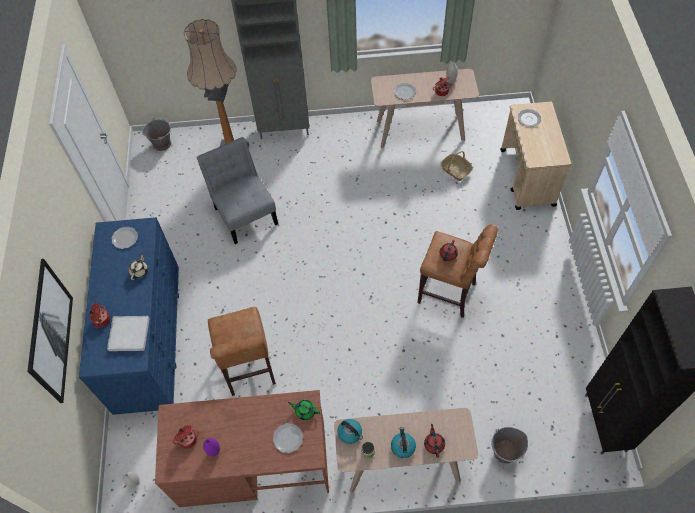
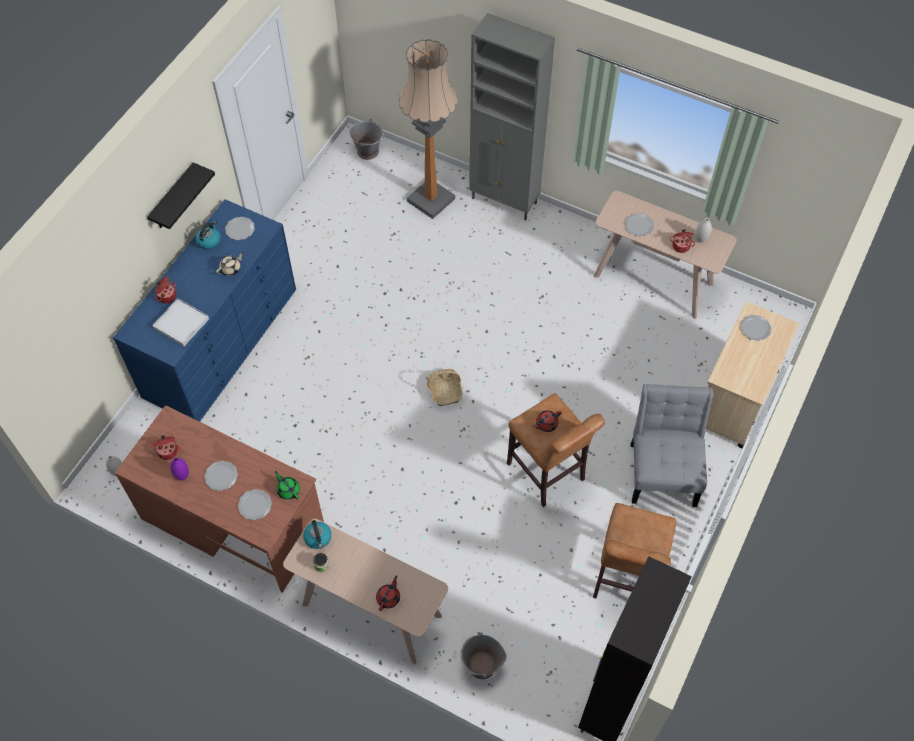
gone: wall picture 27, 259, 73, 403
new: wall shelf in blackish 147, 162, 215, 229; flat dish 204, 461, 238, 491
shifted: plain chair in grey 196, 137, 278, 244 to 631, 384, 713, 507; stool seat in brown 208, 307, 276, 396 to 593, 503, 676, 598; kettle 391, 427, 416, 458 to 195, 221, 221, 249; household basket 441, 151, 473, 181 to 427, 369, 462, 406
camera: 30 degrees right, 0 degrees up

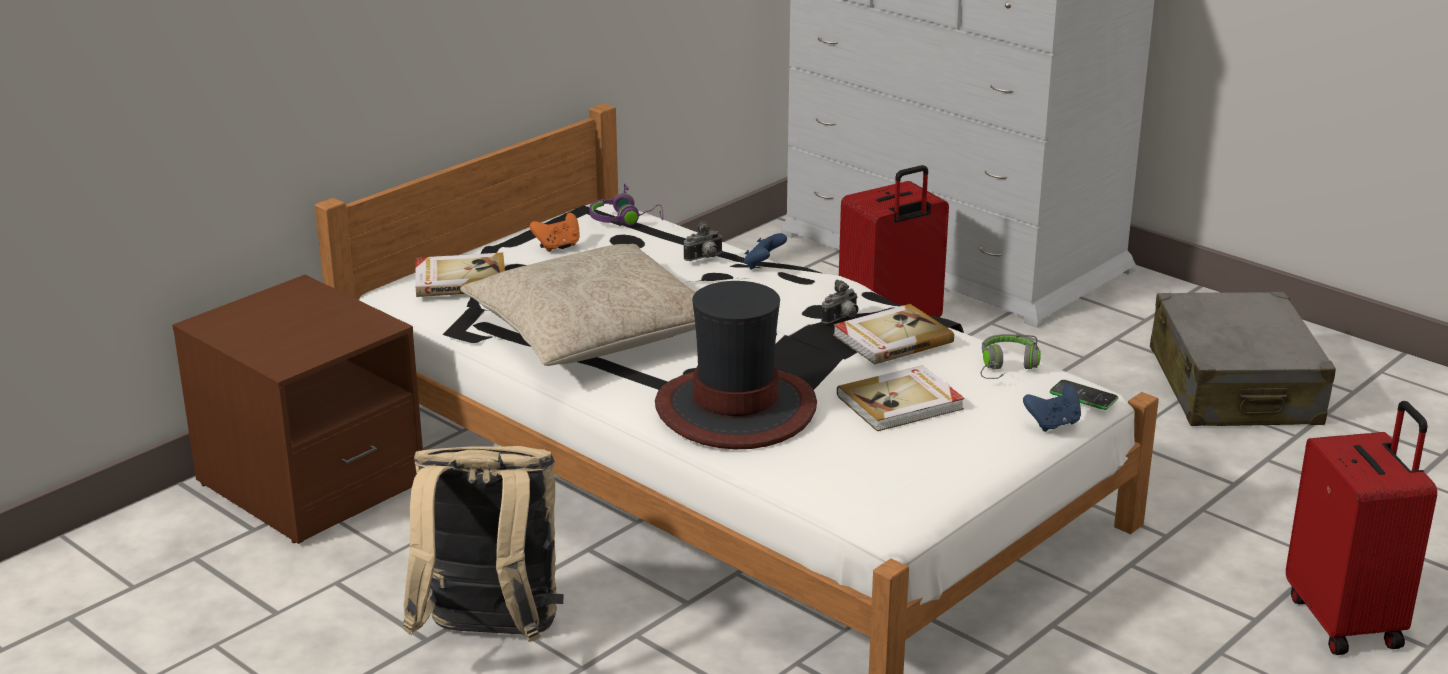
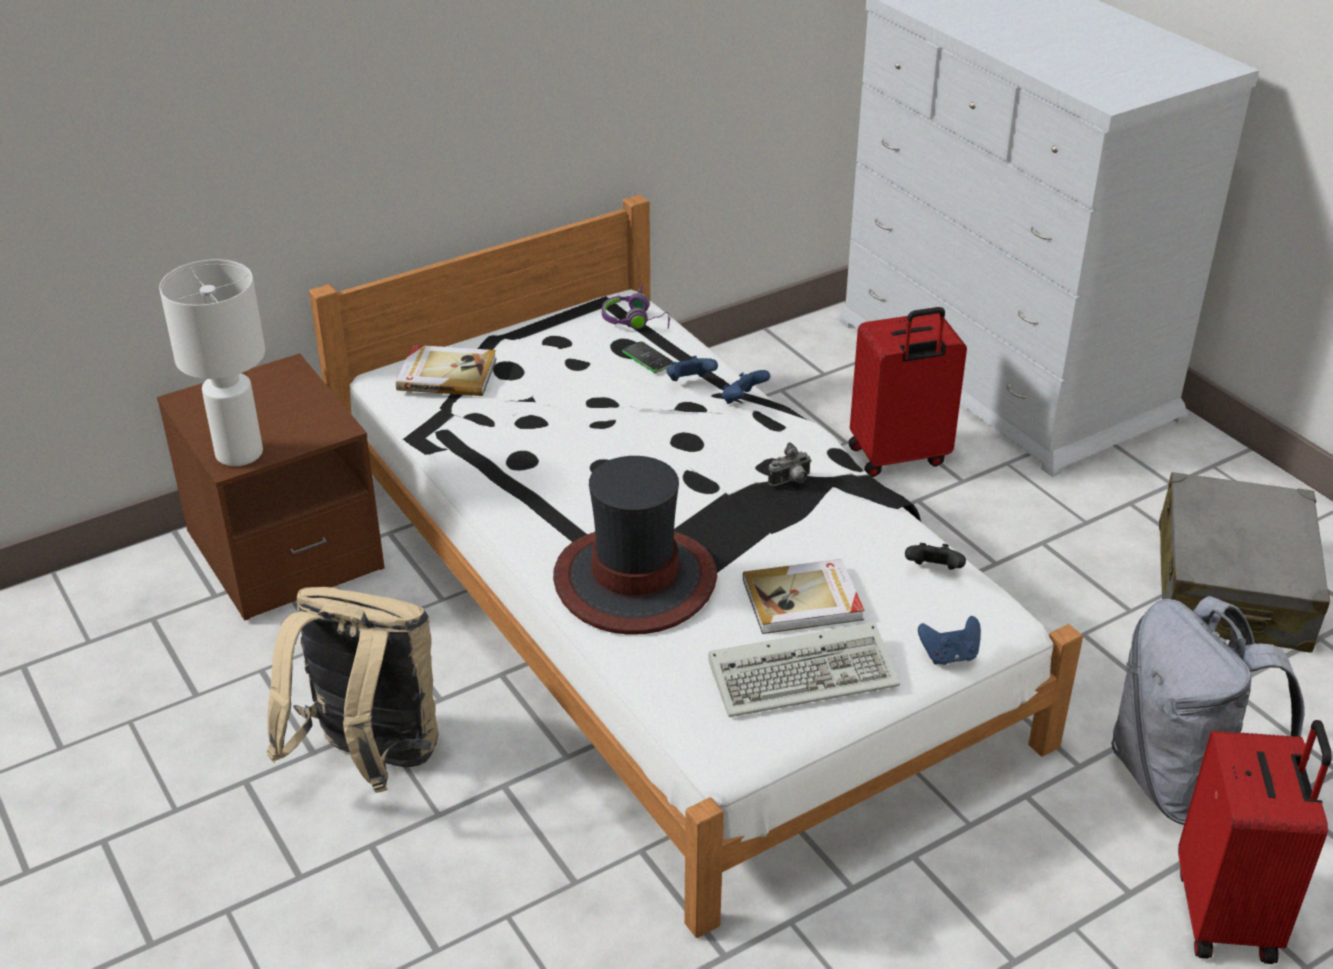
gone: pillow in beige 460, 244, 696, 366; joypad in orange-coloured 530, 213, 580, 252; bound book 833, 304, 954, 365
new: table lamp in whitish 159, 259, 265, 466; keyboard 708, 622, 900, 717; backpack in grey 1111, 596, 1305, 825
shifted: telephone 1050, 380, 1118, 410 to 622, 342, 674, 373
swapped: photo camera 684, 221, 723, 261 to joypad in blue 667, 356, 718, 381; pair of headphones in grey 981, 334, 1041, 379 to joypad in blackish 905, 543, 966, 570
camera: 15 degrees right, 10 degrees up

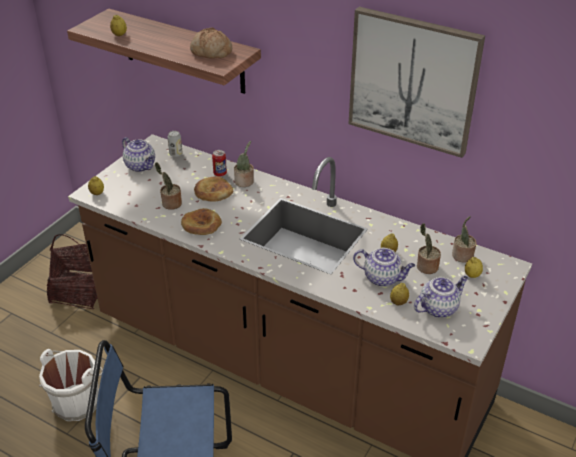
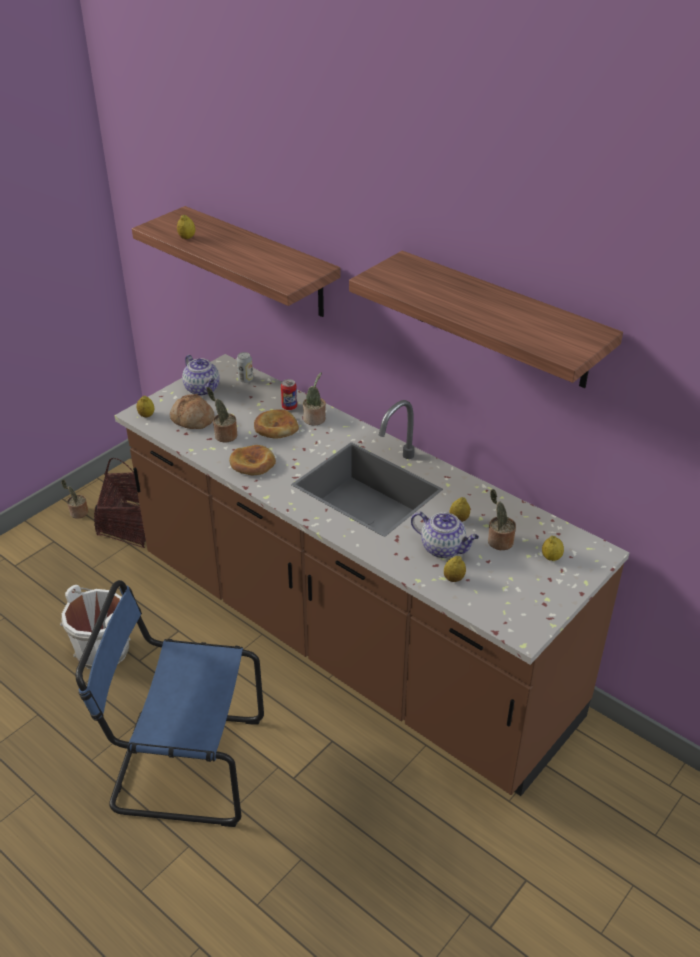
gone: tea pot 414, 276, 468, 318
shifted: bakery bread 190, 27, 232, 59 to 170, 394, 215, 429; potted plant 452, 216, 477, 263 to 62, 479, 88, 519
swapped: wall picture 348, 7, 485, 158 to wall shelf 349, 251, 623, 388
camera: 10 degrees right, 0 degrees up

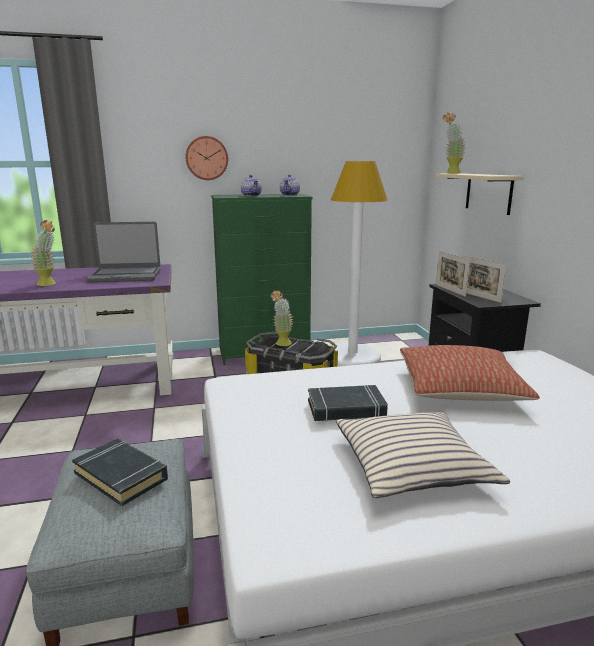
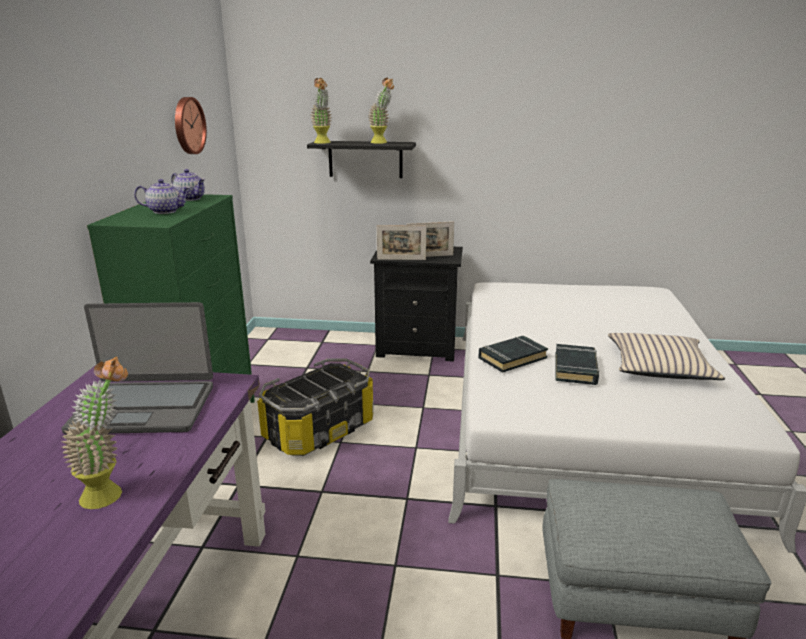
gone: floor lamp in whitish 331, 161, 388, 366; pillow 400, 345, 540, 401
shifted: bound book in blackish 72, 439, 168, 506 to 478, 336, 548, 373; hanging clock 185, 136, 228, 180 to 175, 97, 207, 154; potted plant 270, 290, 293, 346 to 368, 78, 394, 144
repainted: wall shelf in beige 436, 174, 524, 215 to wall shelf in blackish 307, 141, 416, 178
rotated: portable computer 87, 222, 160, 282 = 61, 302, 213, 434 75 degrees clockwise
camera: 70 degrees left, 5 degrees up

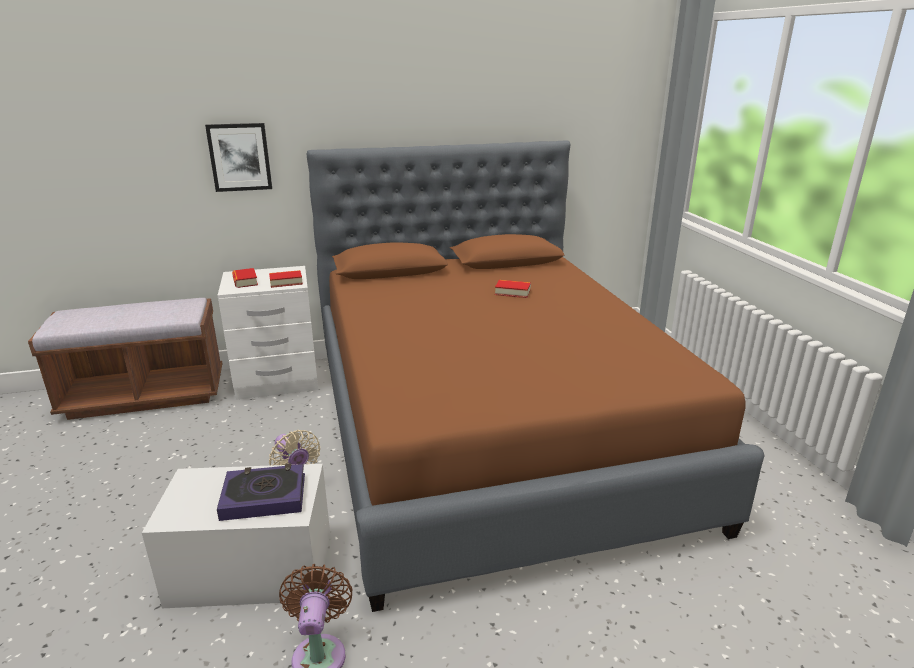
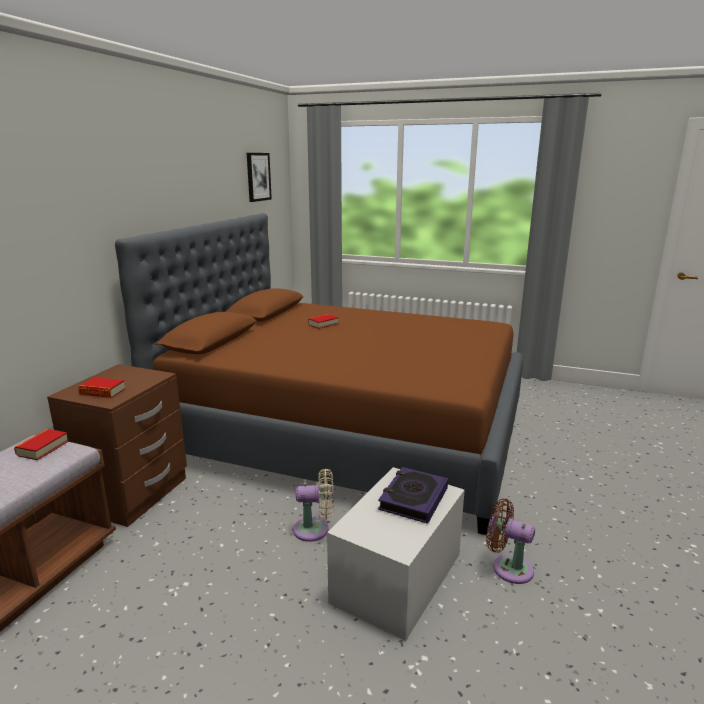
shifted: wall picture 205, 123, 272, 192 to 247, 153, 272, 202; bound book 269, 270, 303, 288 to 14, 429, 69, 460
repainted: nightstand in whitish 218, 266, 318, 400 to nightstand in brown 47, 364, 187, 527
camera: 55 degrees left, 5 degrees down

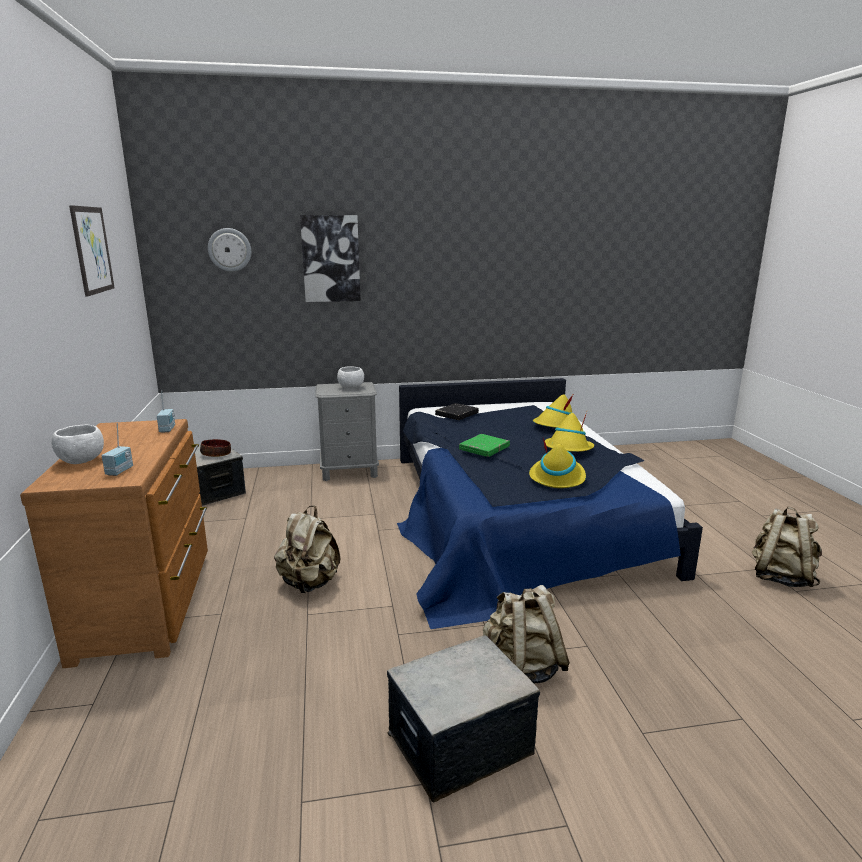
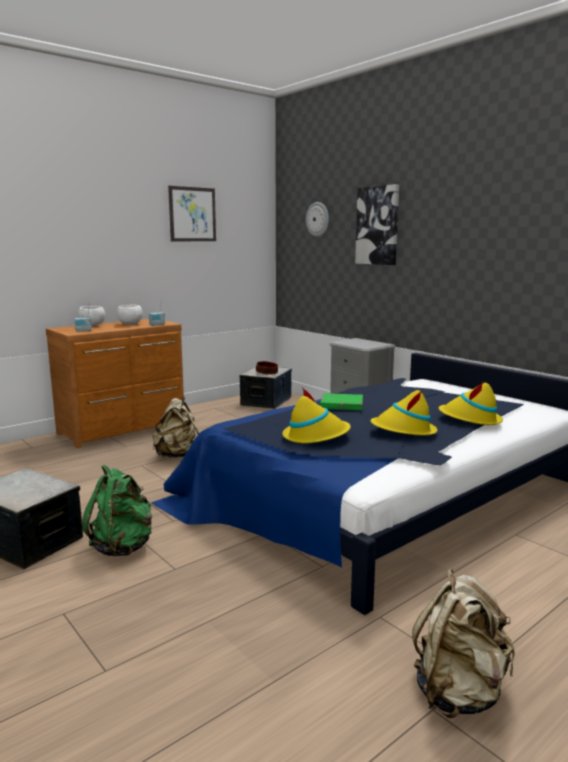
gone: bound book in blackish 435, 403, 479, 420
shifted: bowl in whitish 337, 366, 364, 389 to 117, 305, 143, 325
repainted: backpack in beige 483, 585, 570, 684 to backpack in green-coloured 82, 465, 152, 556
camera: 60 degrees right, 5 degrees down

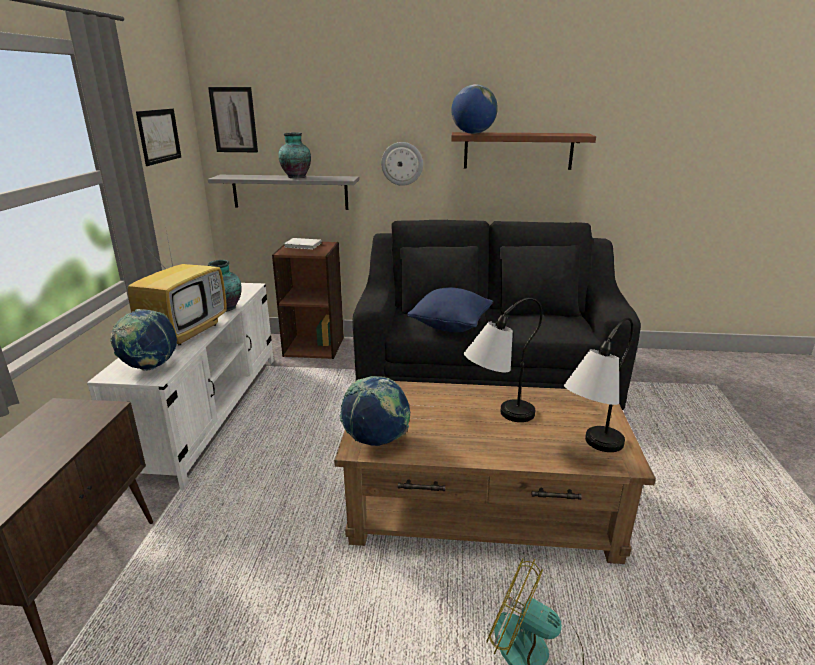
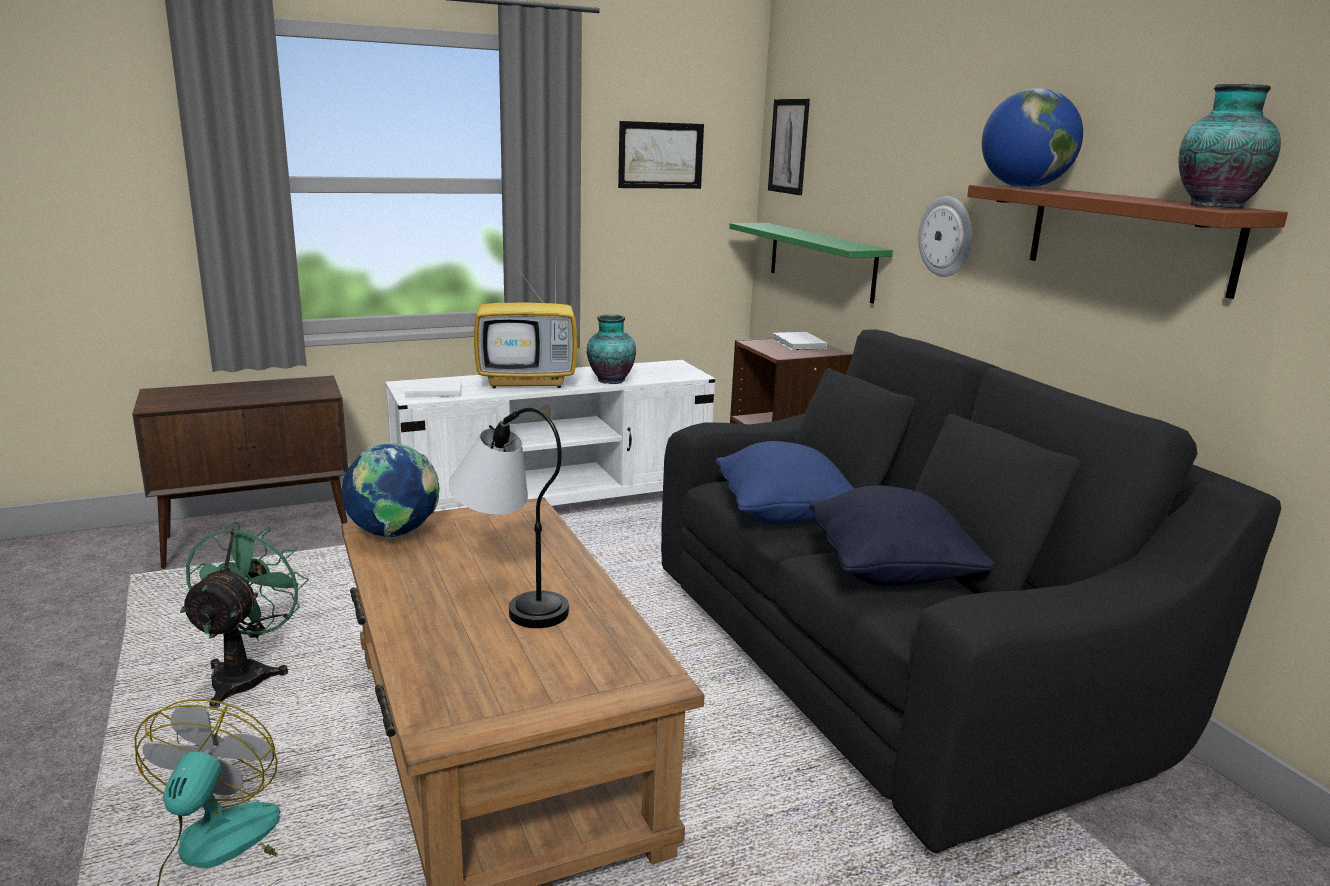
gone: table lamp 564, 318, 633, 452
new: fan in green-coloured 180, 521, 309, 708; pillow in blackish 809, 485, 995, 586
shifted: decorative vase 278, 132, 311, 178 to 1179, 84, 1281, 209
swapped: globe 110, 309, 177, 371 to bound book in whitish 405, 379, 461, 398
repainted: wall shelf in grey 208, 175, 359, 210 to wall shelf in green-coloured 729, 223, 893, 304
camera: 60 degrees right, 5 degrees down

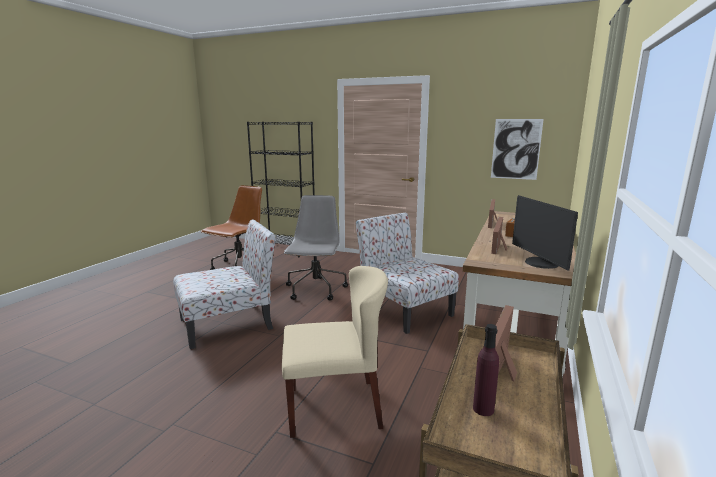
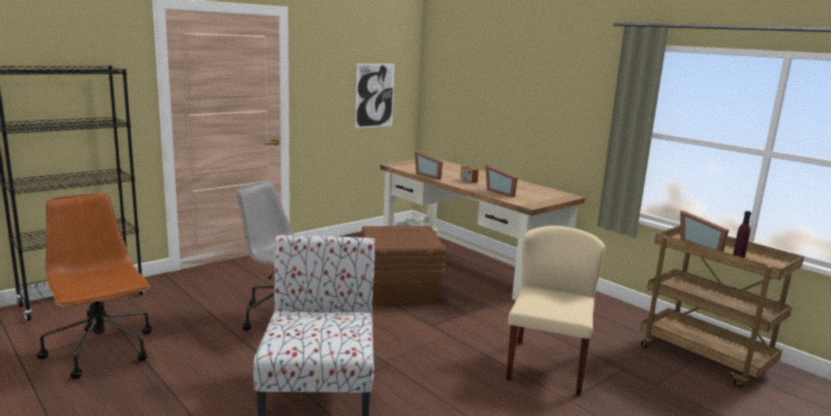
gone: computer screen 512, 195, 578, 271
swapped: plain chair 356, 213, 459, 334 to storage box in brown 362, 226, 446, 304
camera: 65 degrees left, 0 degrees up

